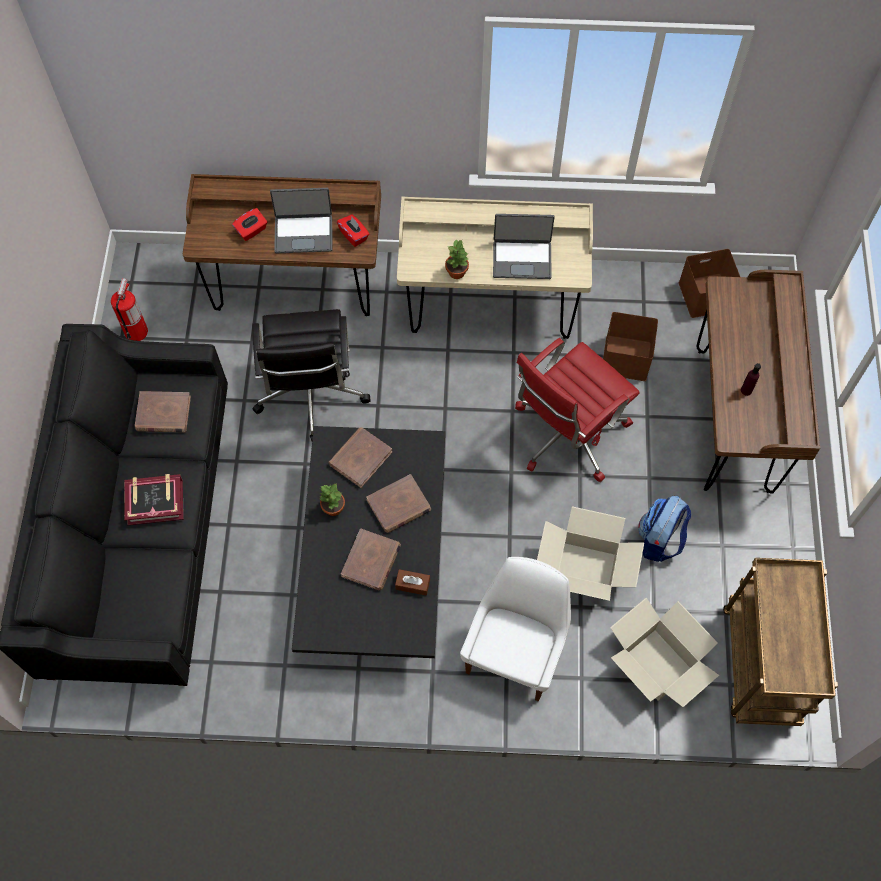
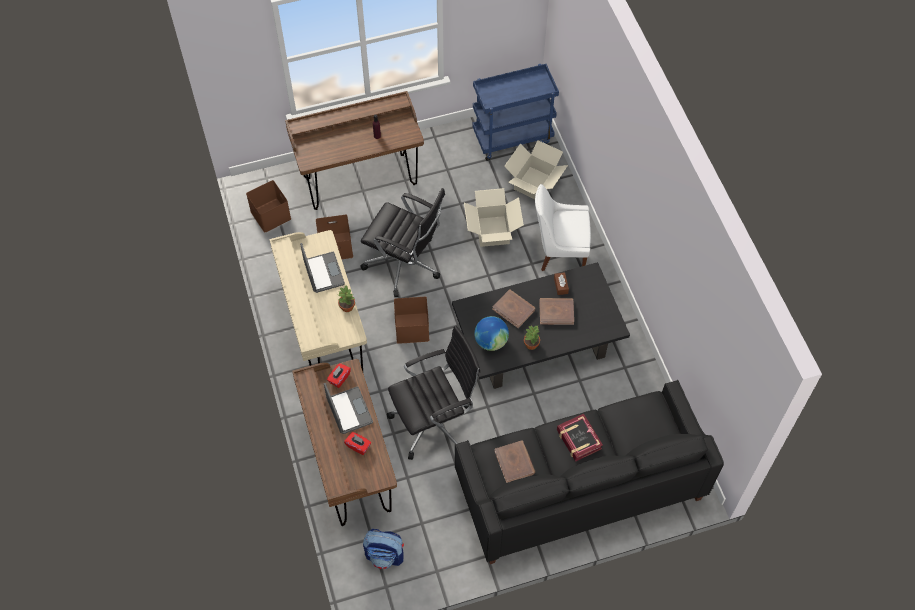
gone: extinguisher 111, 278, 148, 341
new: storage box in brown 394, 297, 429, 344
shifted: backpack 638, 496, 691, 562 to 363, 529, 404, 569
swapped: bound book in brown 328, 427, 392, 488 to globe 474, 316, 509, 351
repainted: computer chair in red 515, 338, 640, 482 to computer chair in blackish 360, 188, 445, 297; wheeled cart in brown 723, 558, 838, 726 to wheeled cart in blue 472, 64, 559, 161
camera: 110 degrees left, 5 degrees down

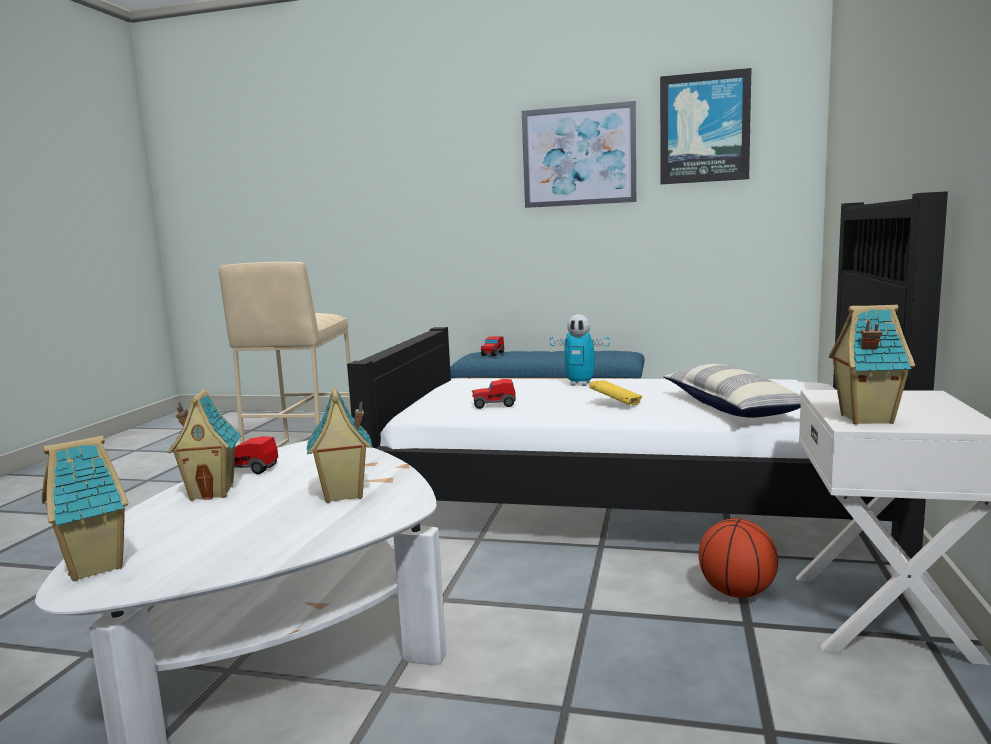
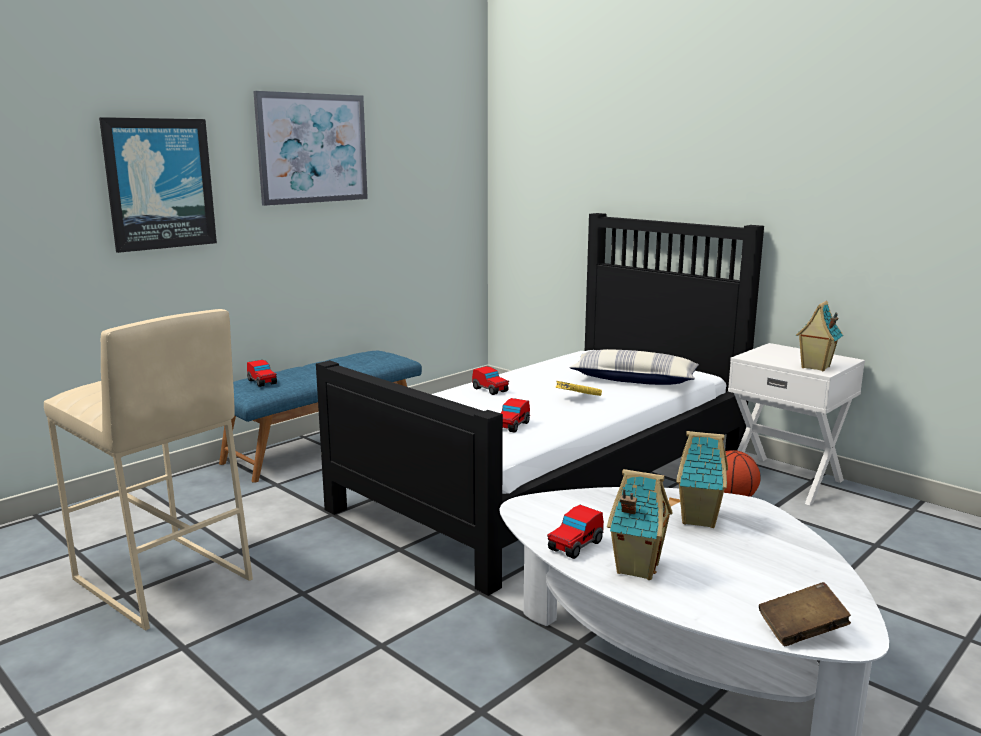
shifted: wall picture 660, 68, 752, 184 to 99, 117, 217, 253
swapped: model house 42, 436, 128, 581 to bound book in brown 759, 582, 851, 646; model robot 550, 314, 610, 386 to toy car 472, 366, 509, 395
camera: 60 degrees left, 5 degrees up

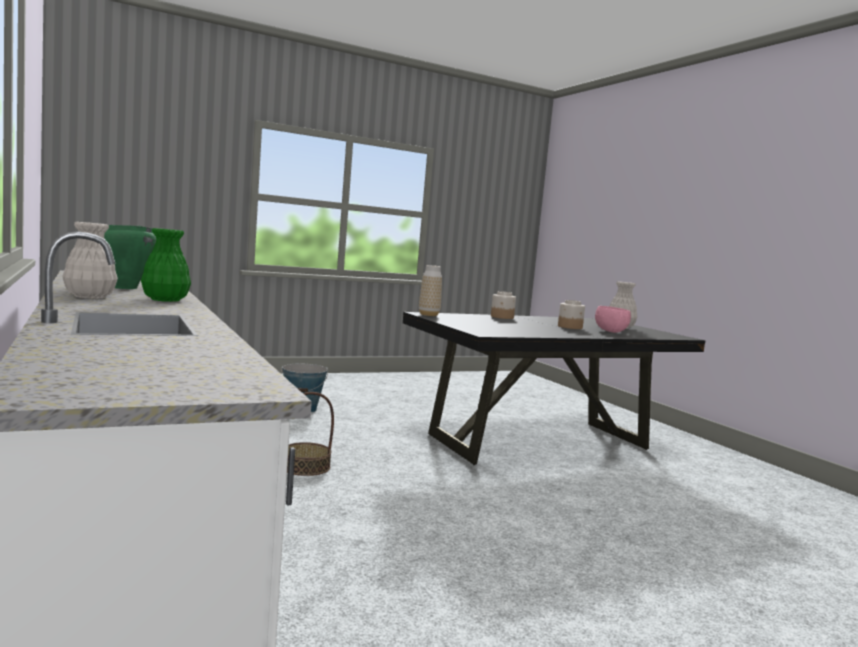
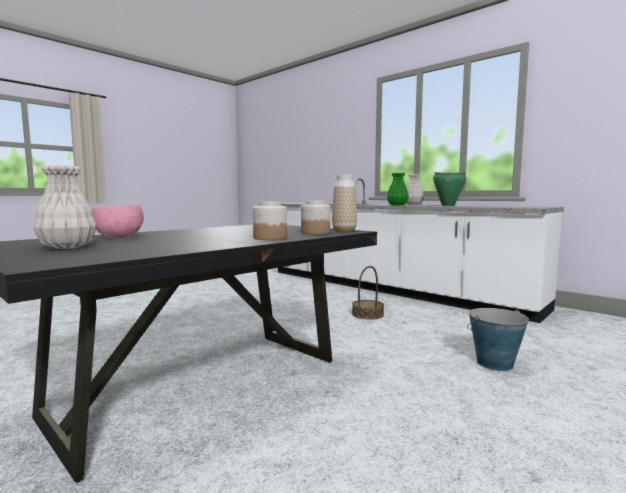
shifted: jar 558, 300, 585, 329 to 301, 201, 330, 234
camera: 160 degrees right, 0 degrees up

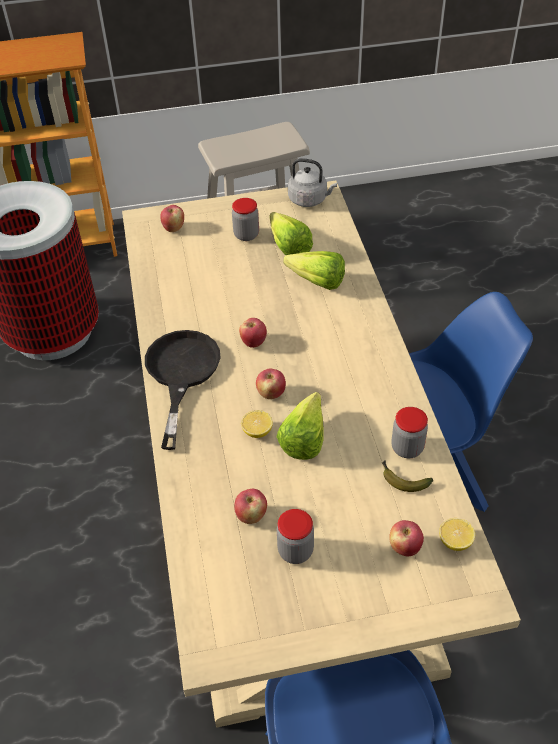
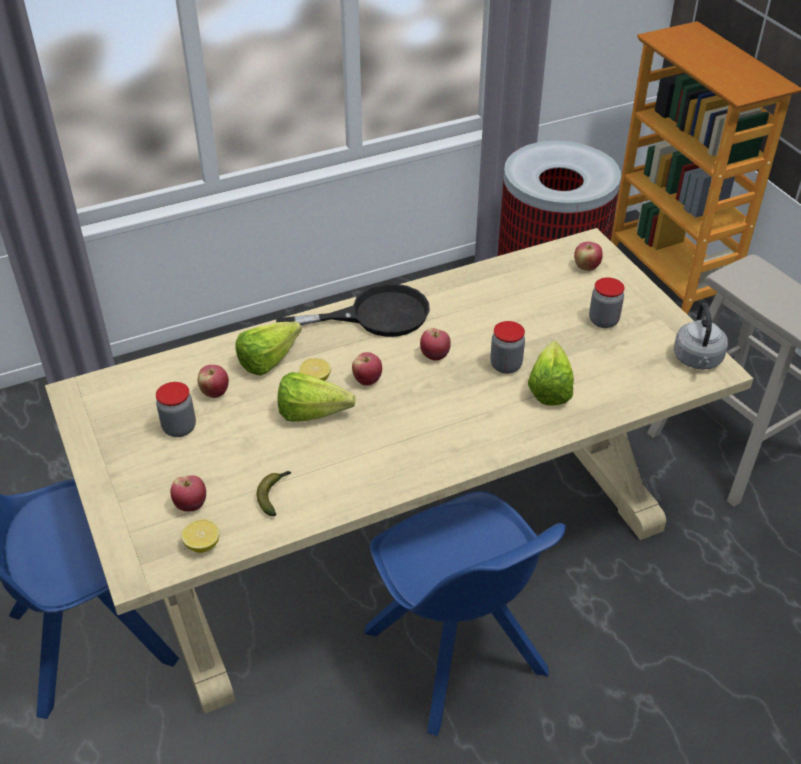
shifted: lettuce 270, 212, 313, 255 to 235, 322, 302, 376; jar 392, 407, 428, 458 to 490, 321, 525, 374
camera: 75 degrees right, 5 degrees down

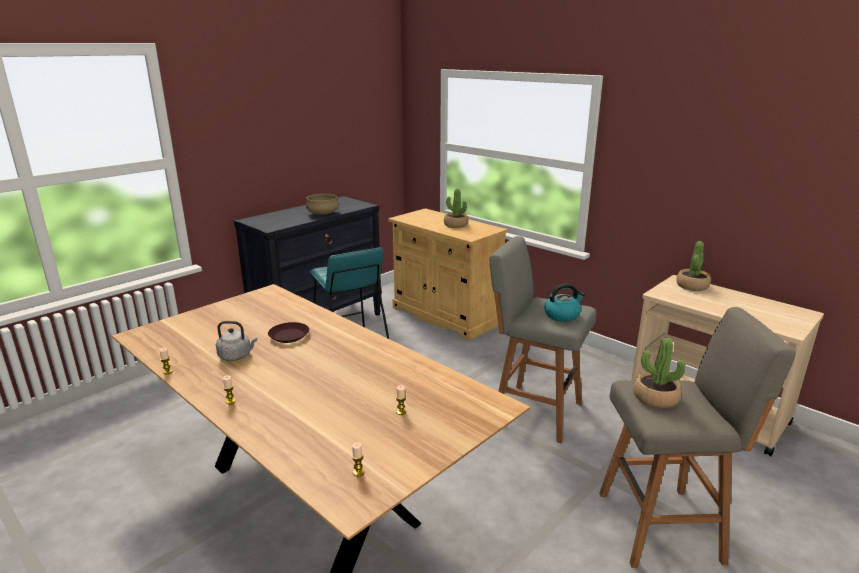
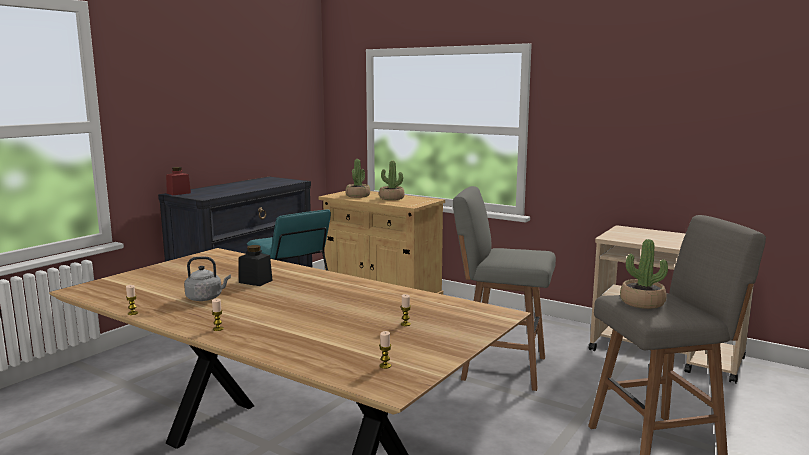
gone: saucepot in beige 306, 194, 339, 215; kettle 544, 283, 585, 322
new: jar in red 166, 167, 191, 195
shifted: potted plant 676, 241, 711, 291 to 345, 159, 370, 198
swapped: flat dish in brown 268, 322, 309, 343 to jar in blackish 239, 245, 273, 286
camera: 10 degrees left, 10 degrees down

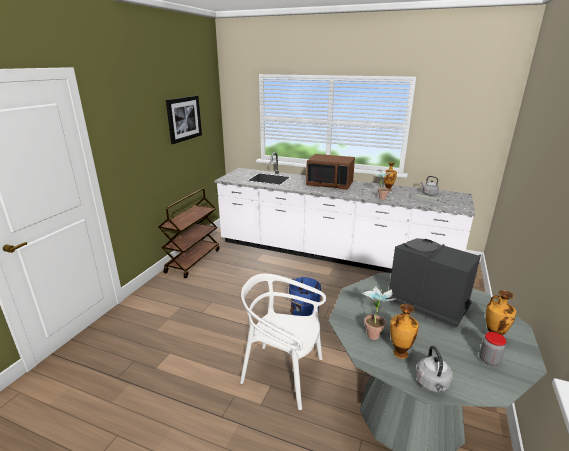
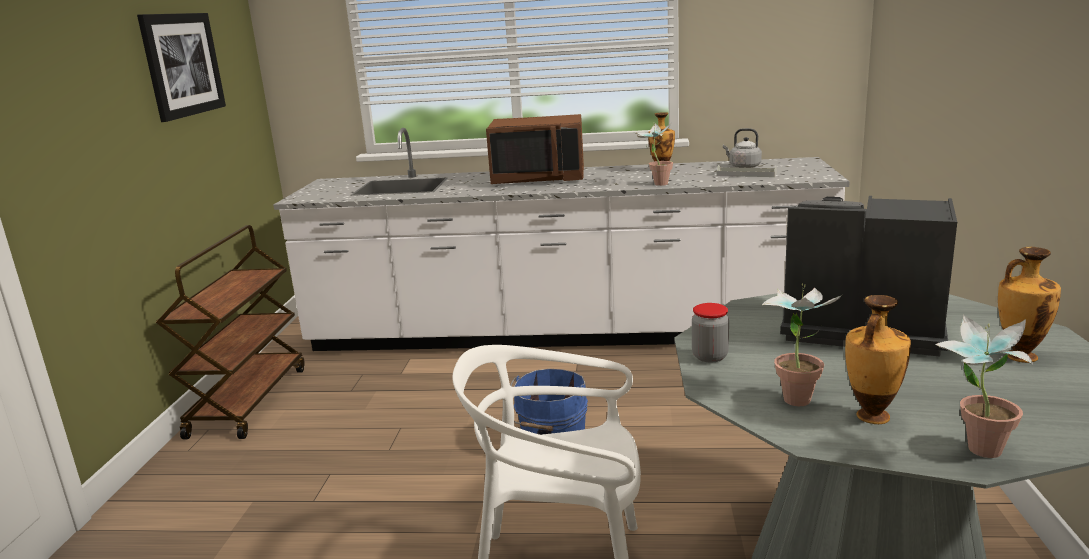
shifted: jar 479, 332, 507, 365 to 692, 303, 729, 362
swapped: kettle in grey 416, 346, 453, 392 to potted plant 935, 315, 1033, 458
camera: 15 degrees left, 5 degrees down

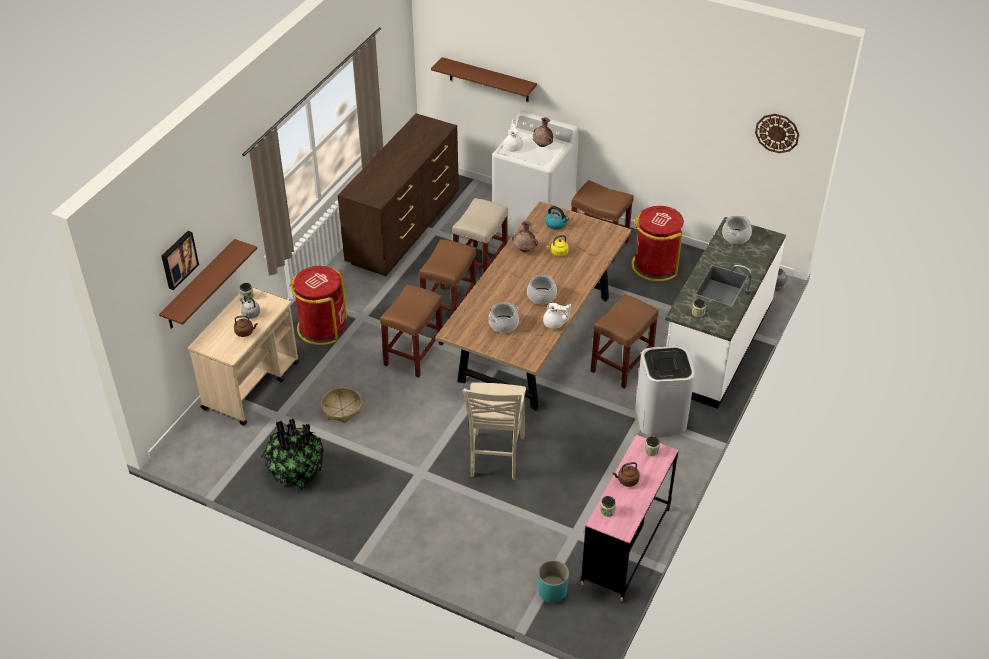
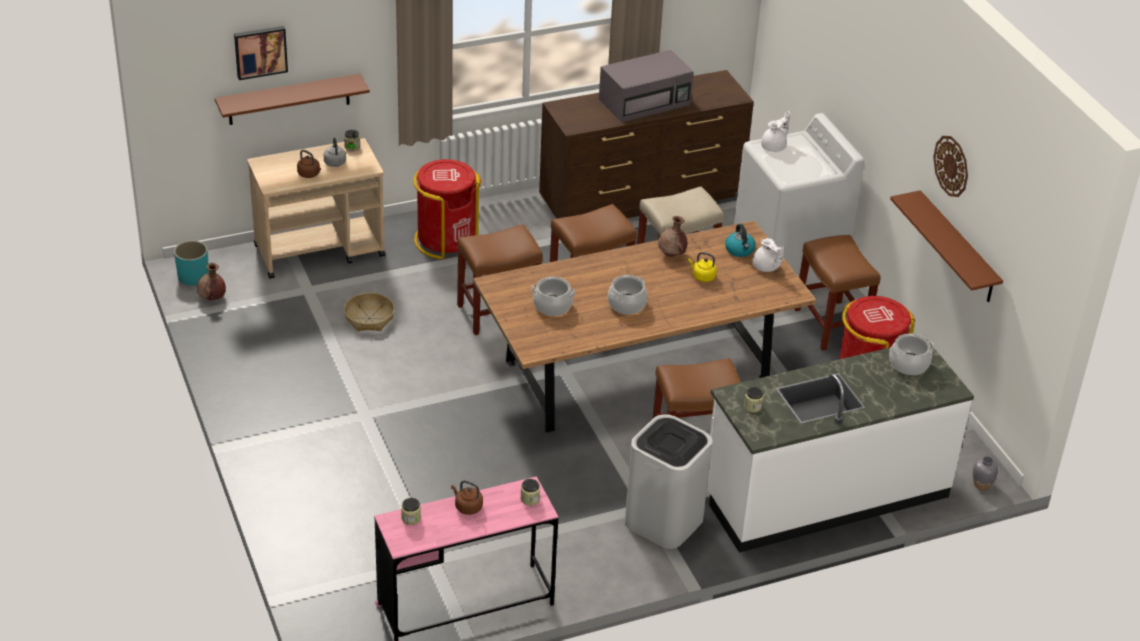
gone: potted plant 261, 419, 324, 490; plain chair in beige 463, 383, 526, 480
new: kitchen microwave in grey 599, 50, 694, 123
shifted: wall shelf in brown 431, 57, 537, 102 to 890, 190, 1003, 302; decorative vase in brown 533, 118, 553, 147 to 197, 263, 226, 300; flower pot in turquoise-coloured 538, 560, 569, 602 to 174, 240, 209, 286; tea pot in whitish 543, 303, 571, 329 to 752, 238, 784, 272; hanging clock 755, 114, 799, 153 to 933, 136, 968, 197
camera: 40 degrees right, 5 degrees down

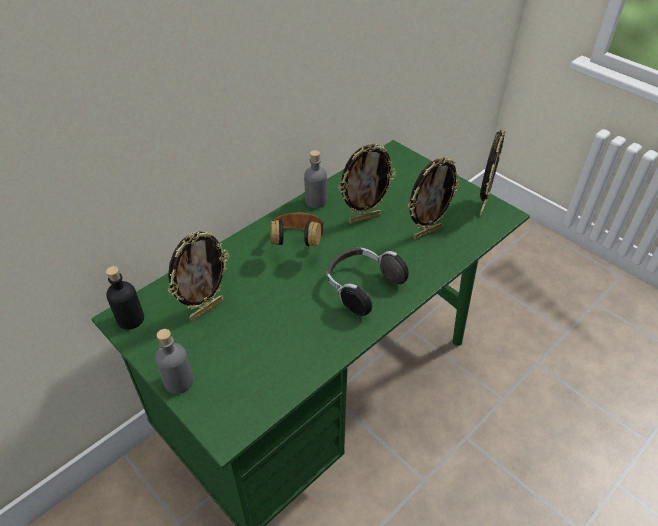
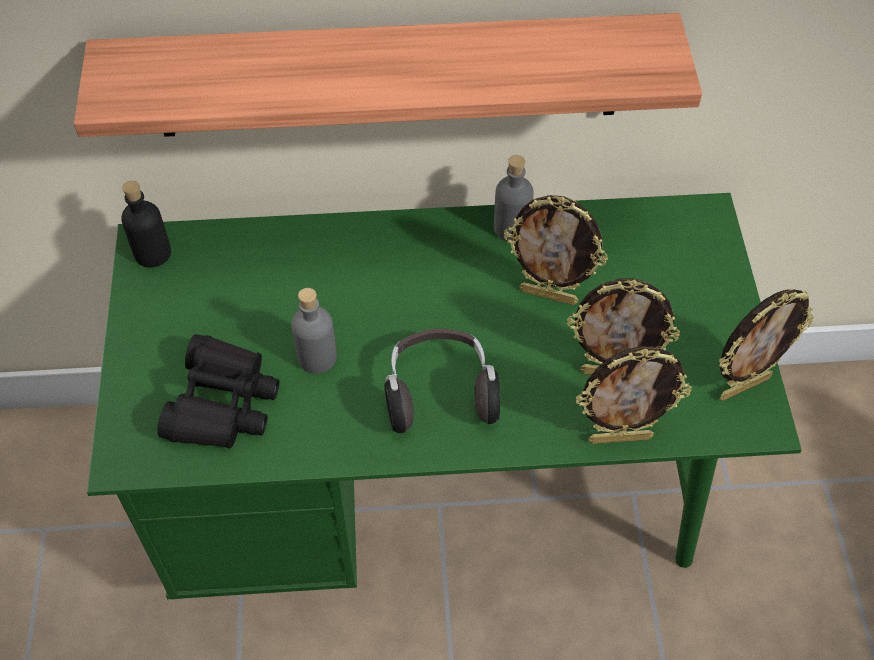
gone: pair of headphones 270, 213, 324, 246
new: wall shelf 74, 13, 702, 137; pair of binoculars in blackish 157, 334, 279, 449
shifted: drink bottle in grey 155, 329, 194, 394 to 291, 288, 337, 374; photo frame 168, 231, 229, 321 to 576, 346, 692, 444
camera: 40 degrees right, 10 degrees up

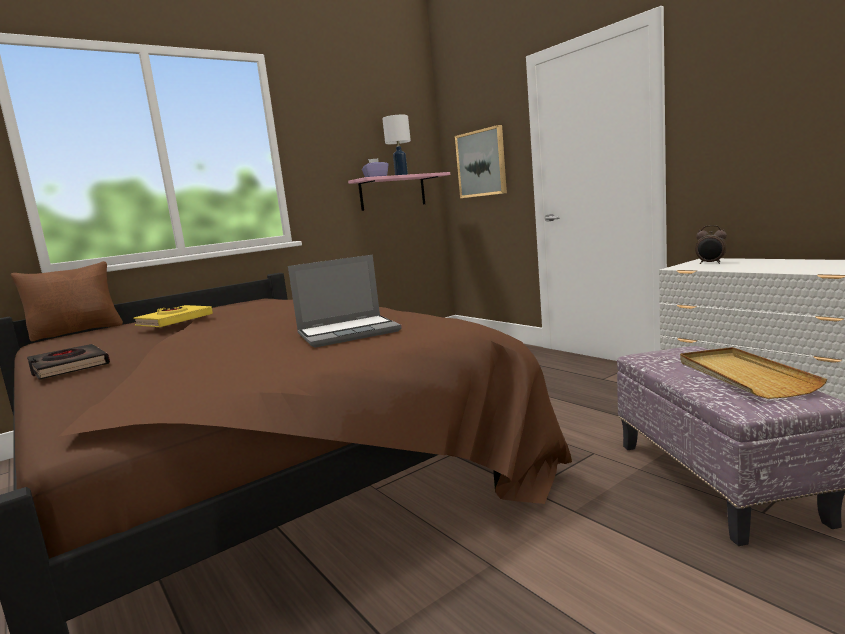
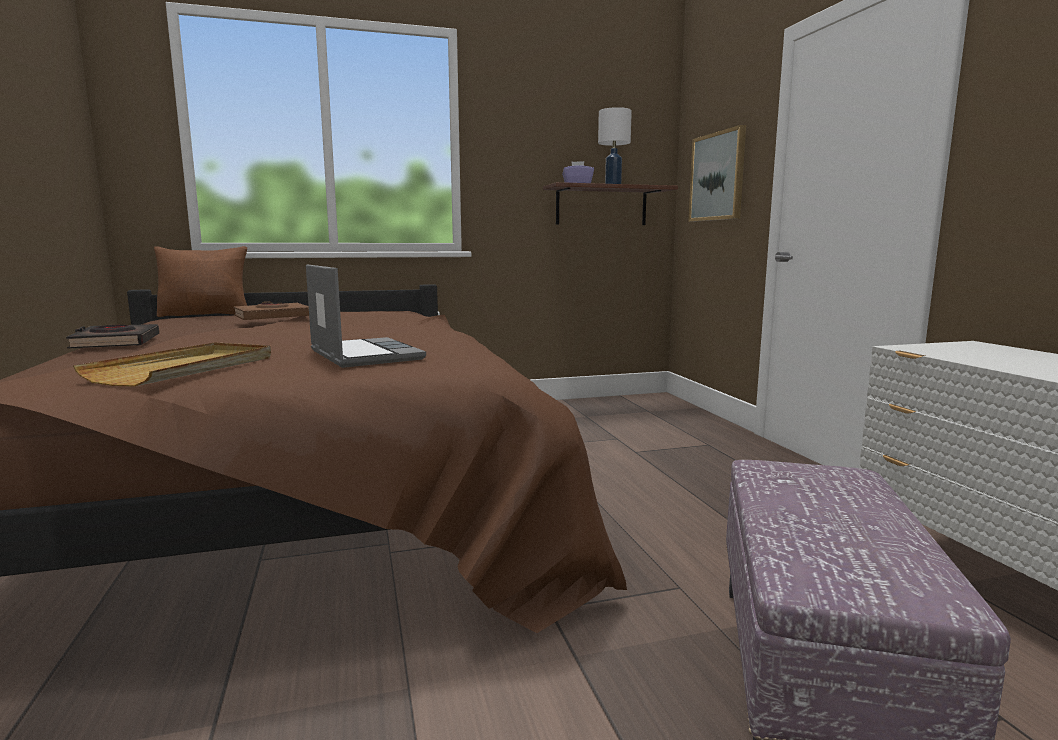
gone: table clock 695, 225, 727, 264
shifted: serving tray in beige 680, 347, 827, 399 to 73, 342, 271, 387
repainted: bound book in yellow-coloured 134, 305, 213, 327 to bound book in brown 234, 301, 309, 320; wall shelf in pinkish 348, 172, 450, 211 to wall shelf in brown 543, 182, 678, 225
rotated: portable computer 288, 255, 402, 348 = 306, 265, 426, 368 120 degrees counterclockwise
camera: 20 degrees right, 0 degrees up

